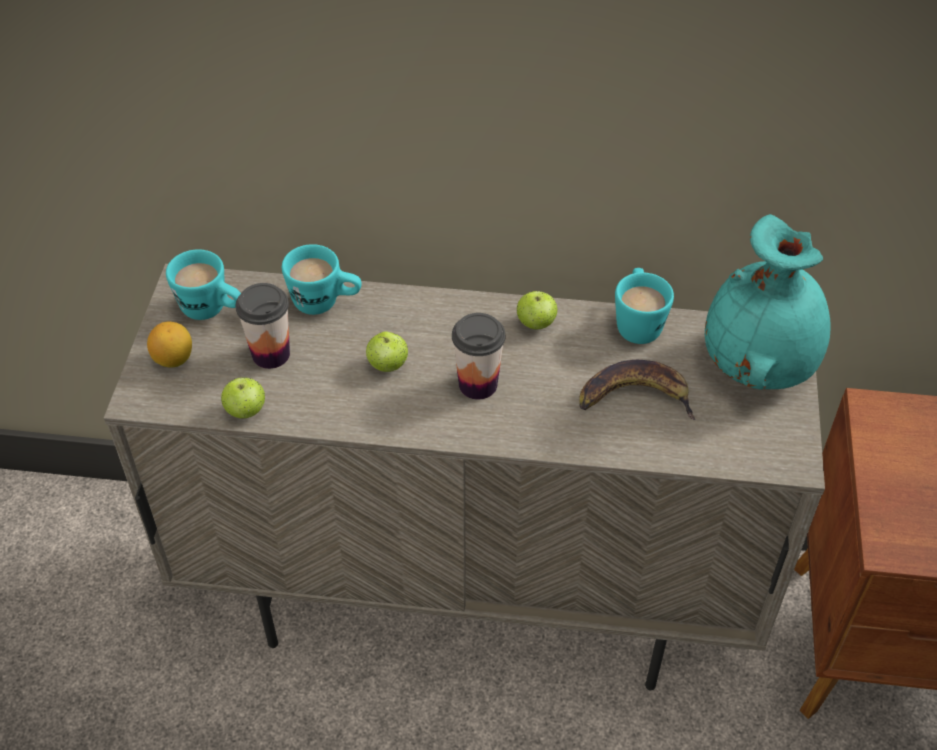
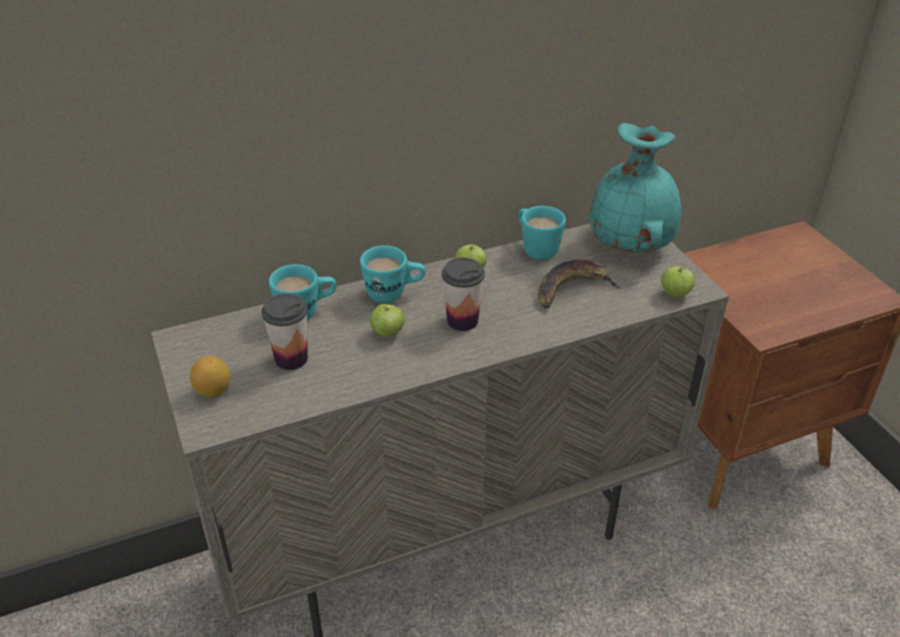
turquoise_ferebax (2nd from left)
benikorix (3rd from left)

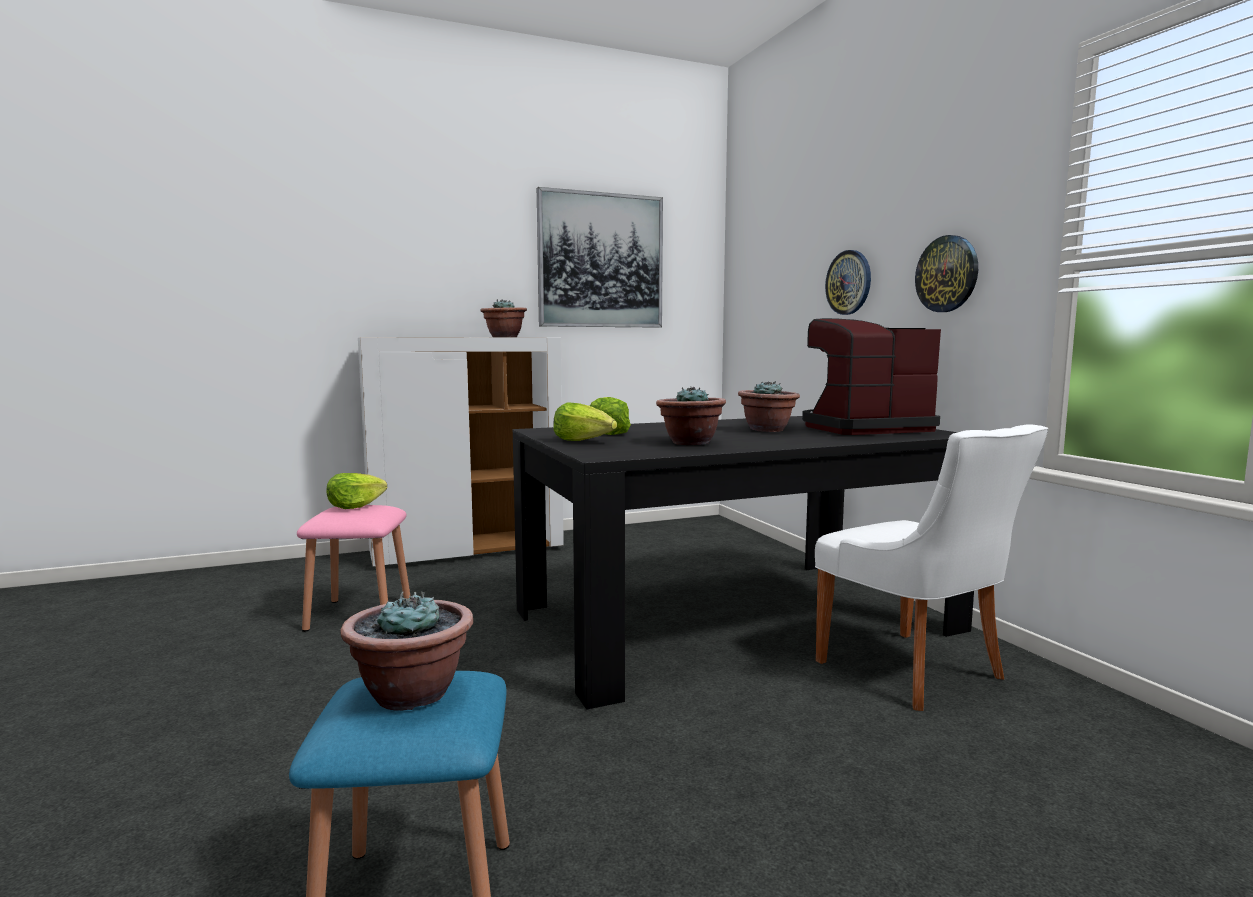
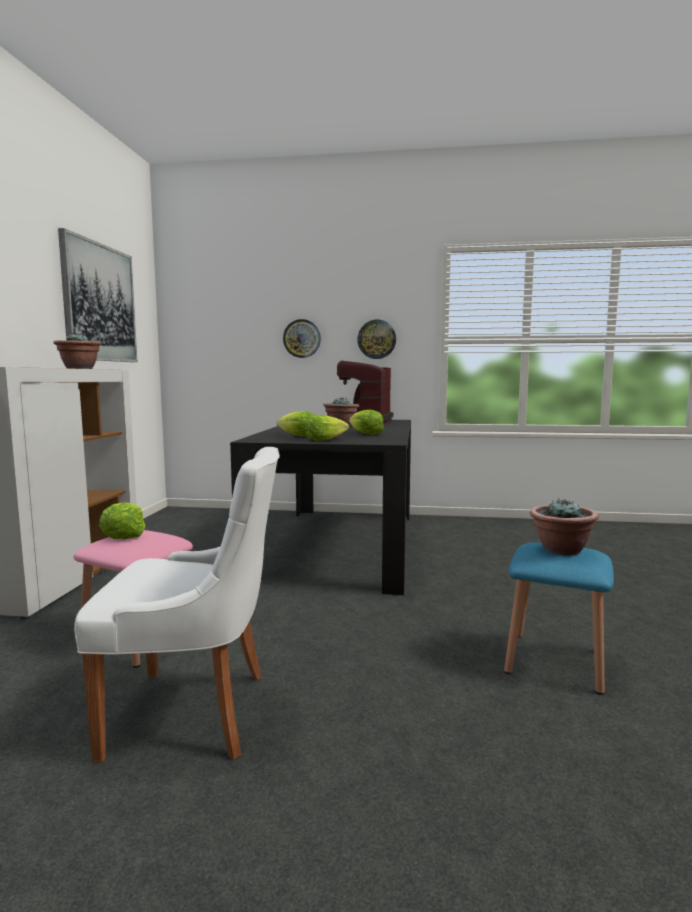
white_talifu
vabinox (4th from left)

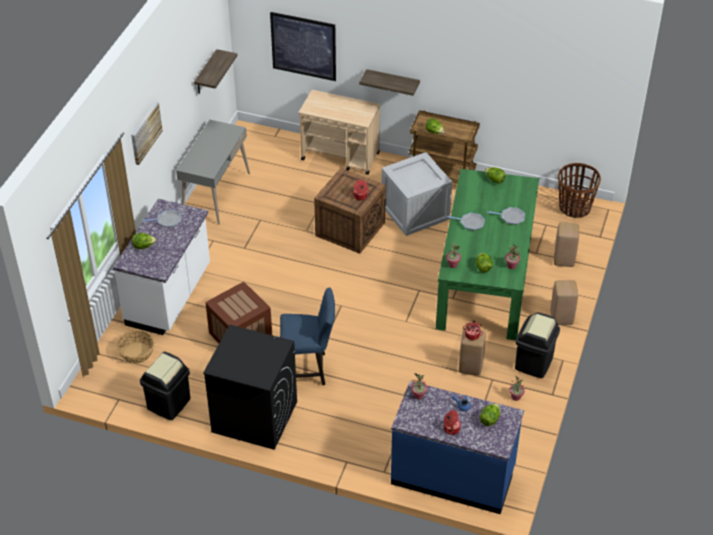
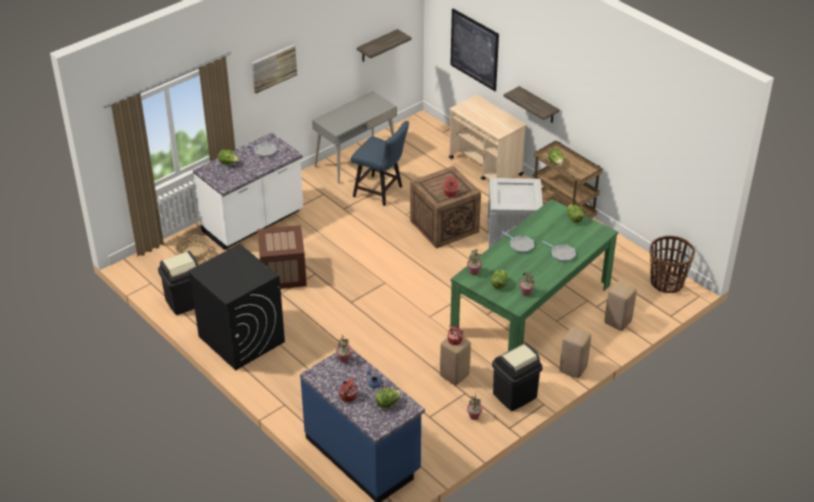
blue_talifu

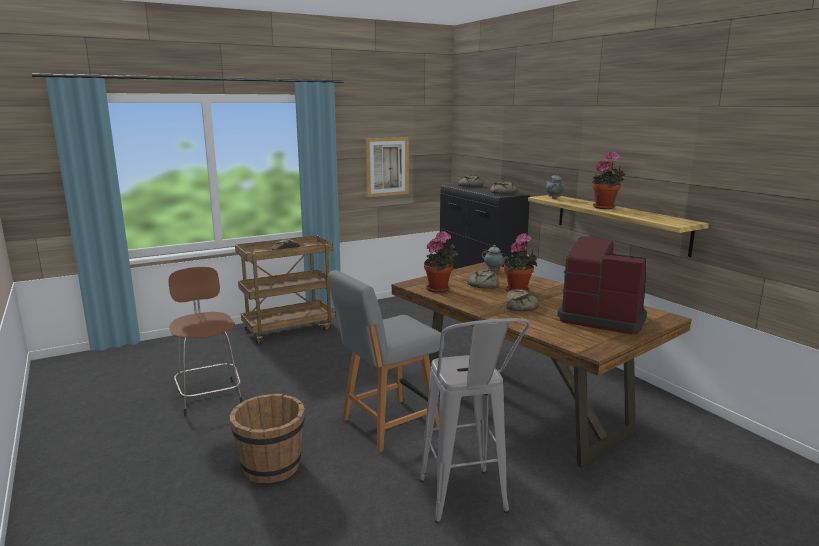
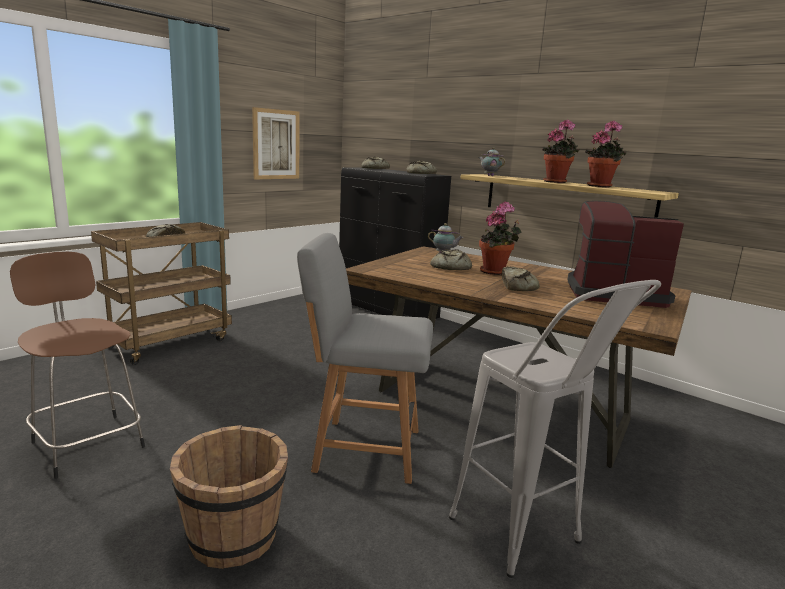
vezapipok (3rd from left)
grey_talifu

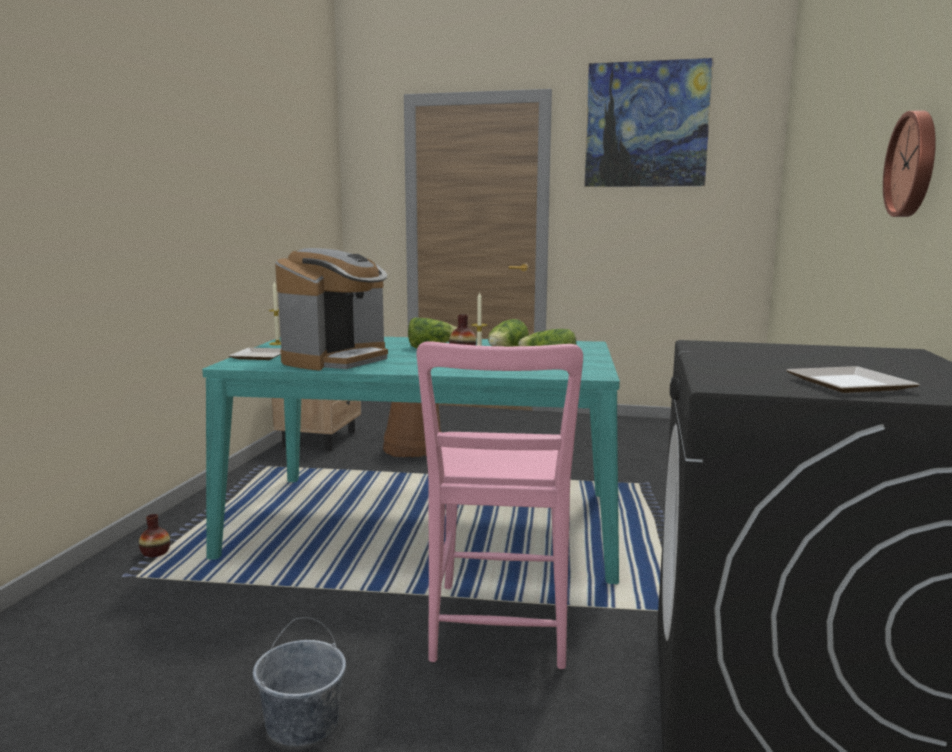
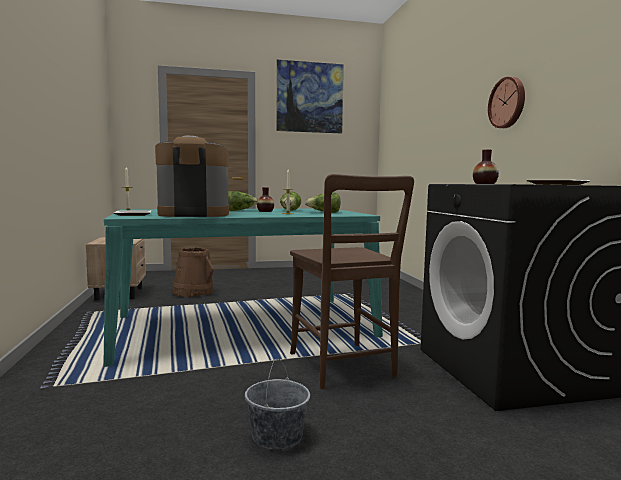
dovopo (2nd from left)
brown_talifu
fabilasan

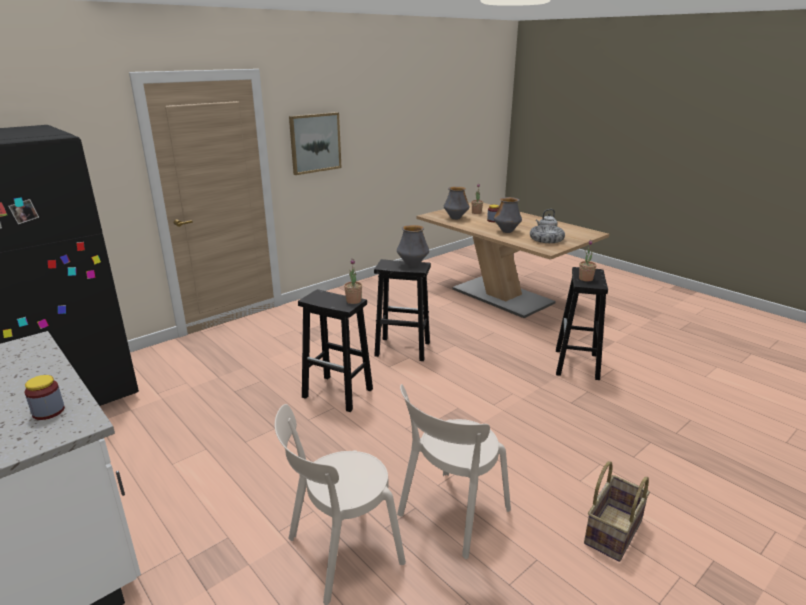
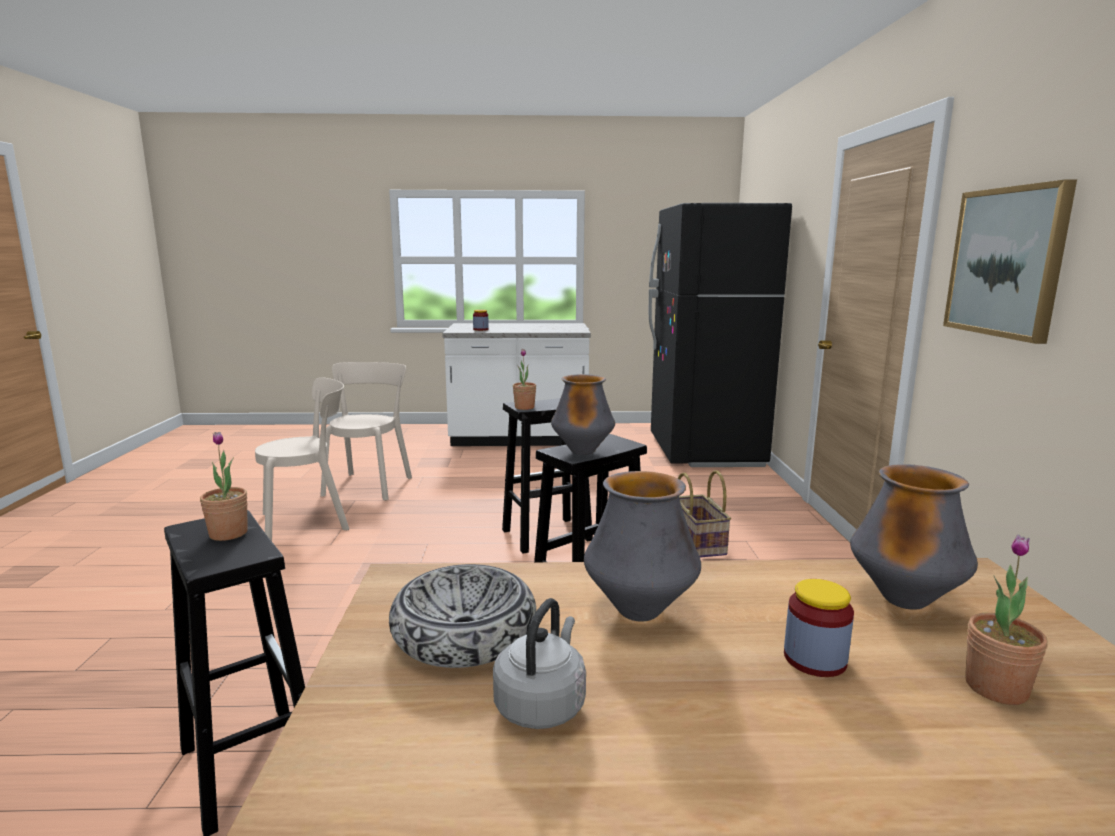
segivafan
beige_talifu (1st from left)

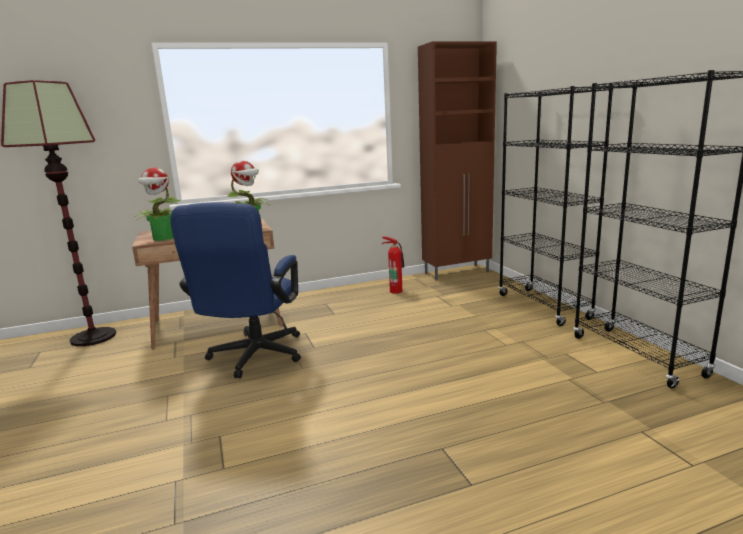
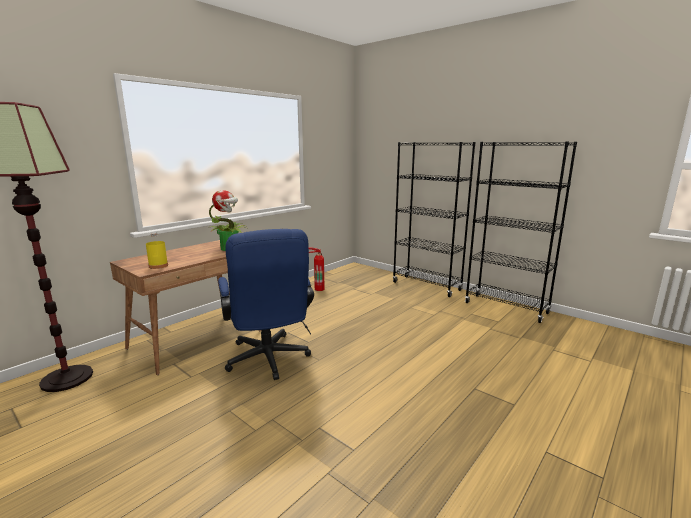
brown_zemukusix
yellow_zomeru

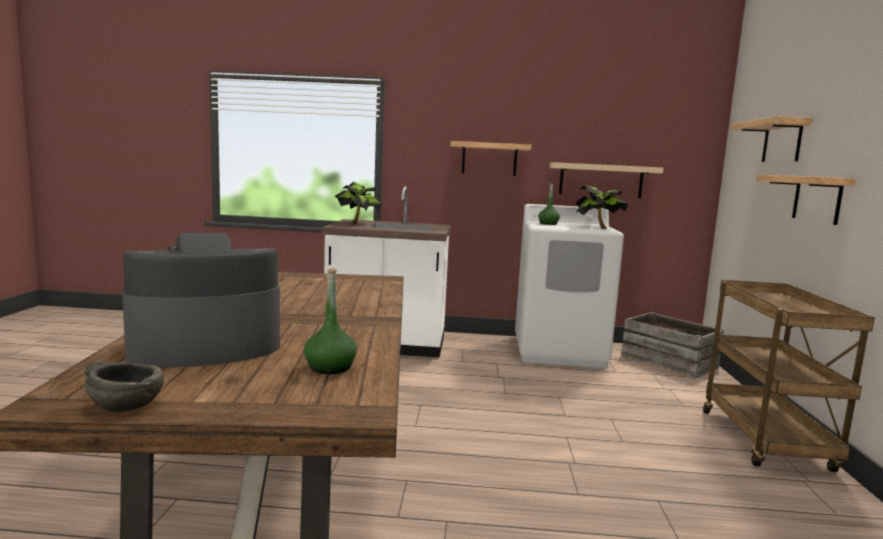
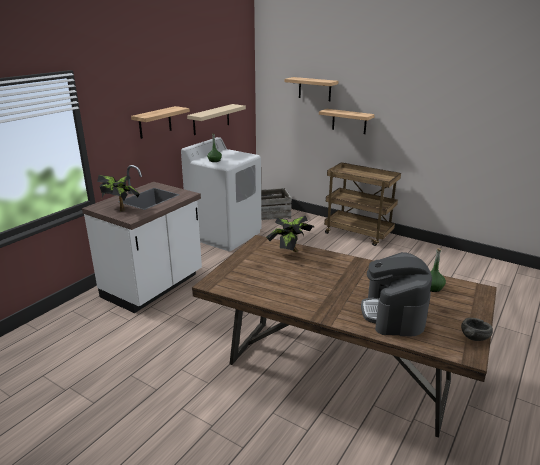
vezapipok (2nd from left)

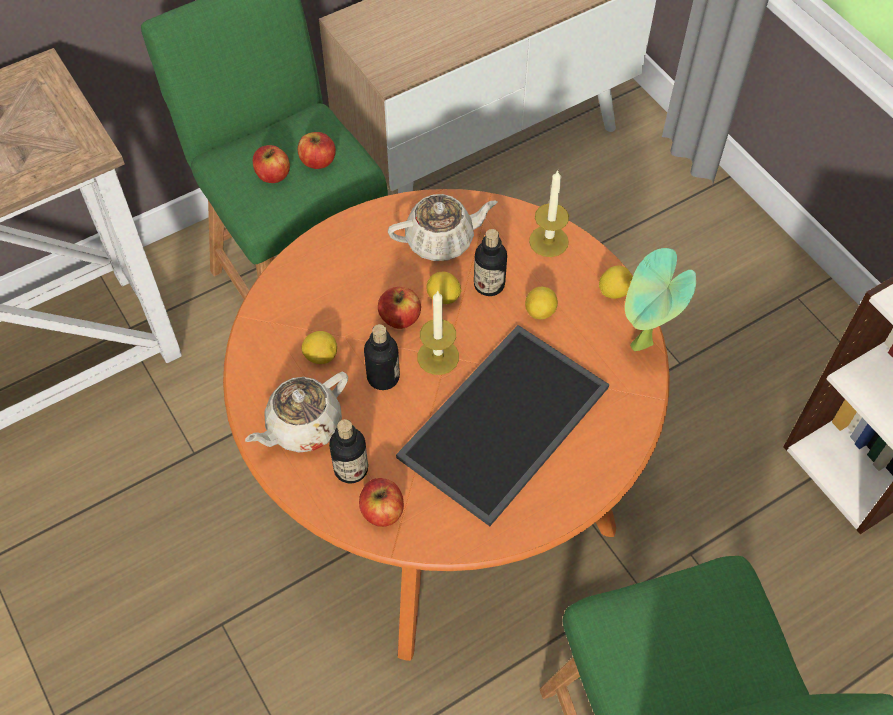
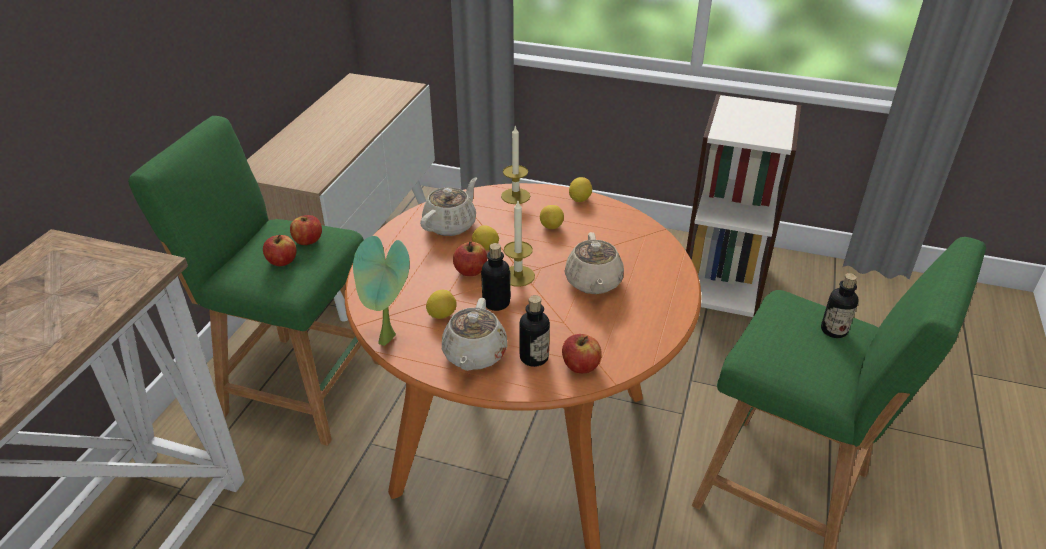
zomeru (3rd from left)
vezapipok
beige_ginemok (3rd from left)

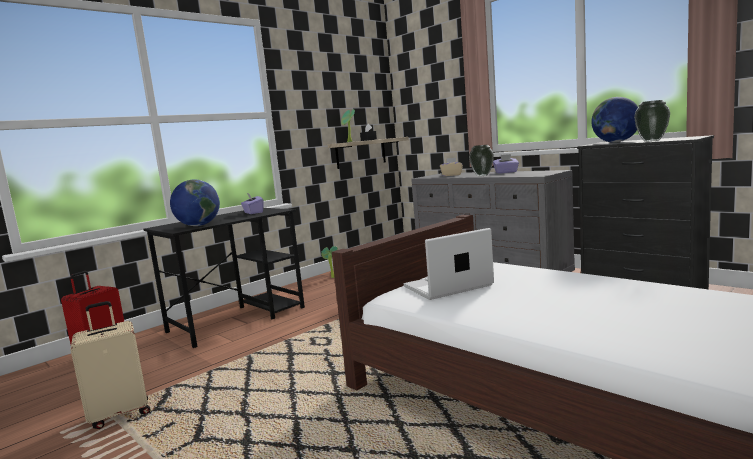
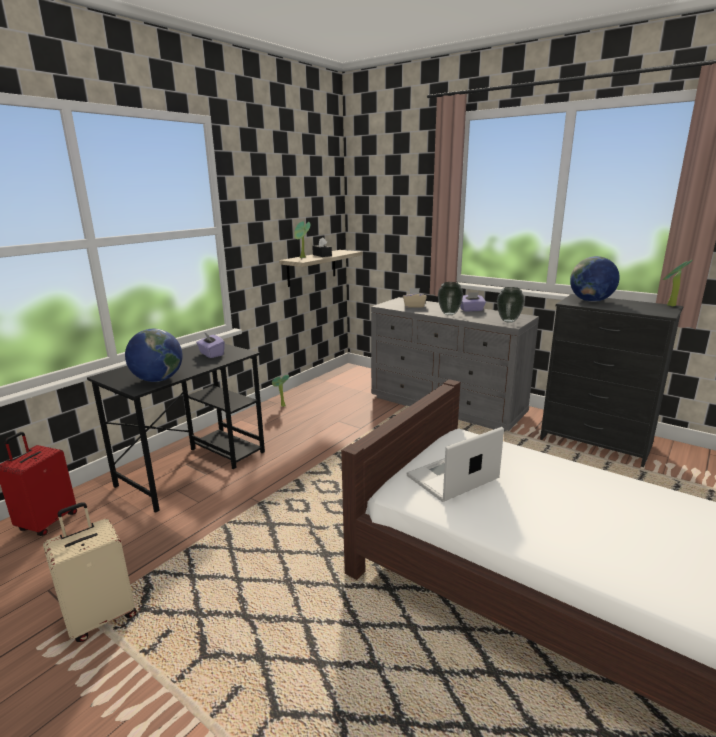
vezapipok (3rd from left)
dovopo (2nd from left)

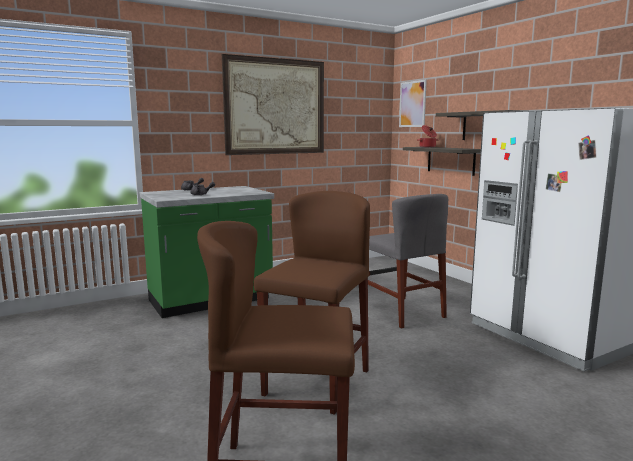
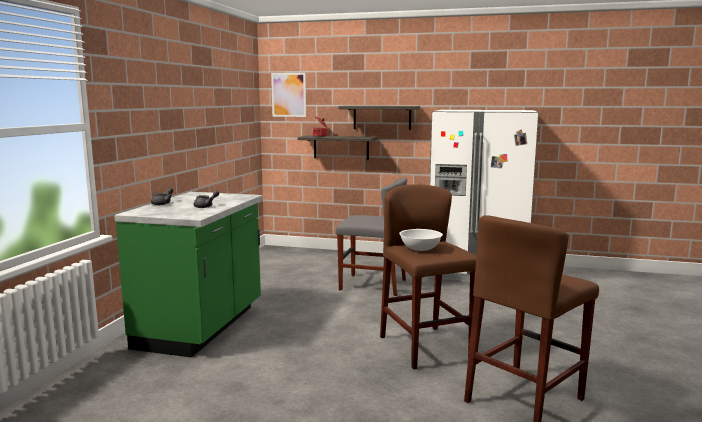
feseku (1st from left in the first image)
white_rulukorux

